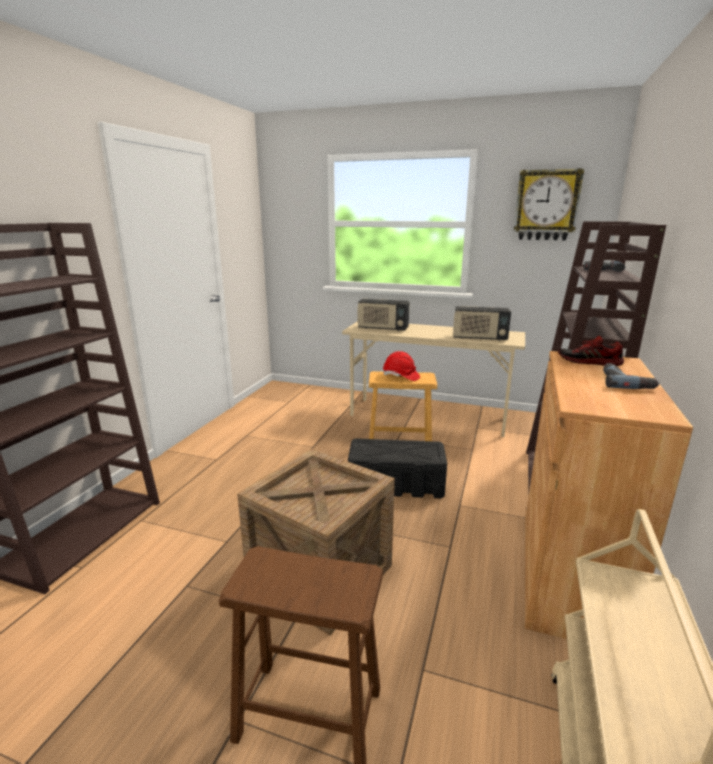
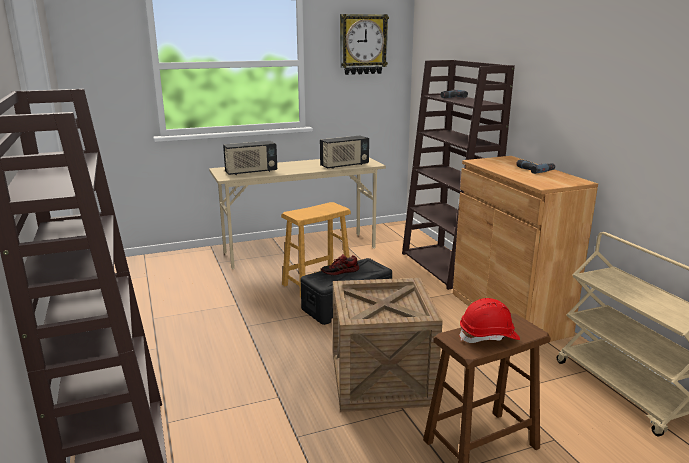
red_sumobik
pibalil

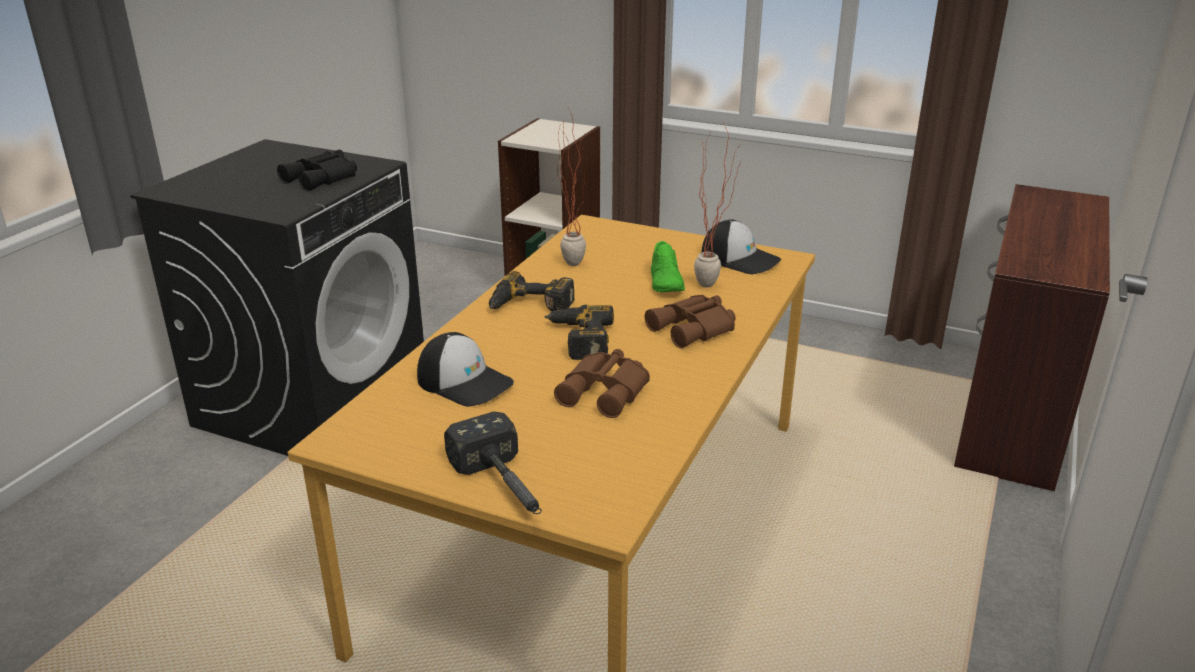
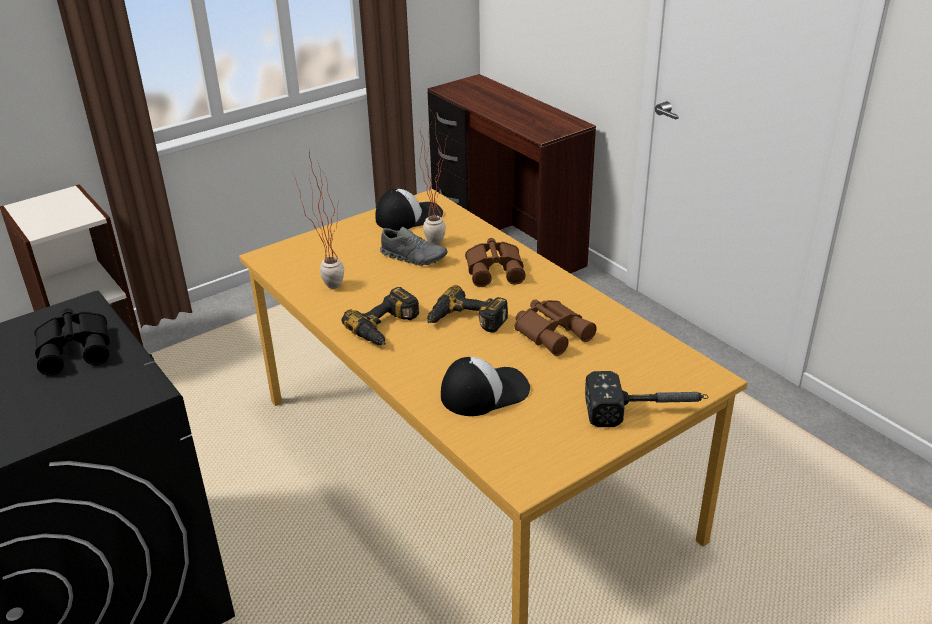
grey_pibalil

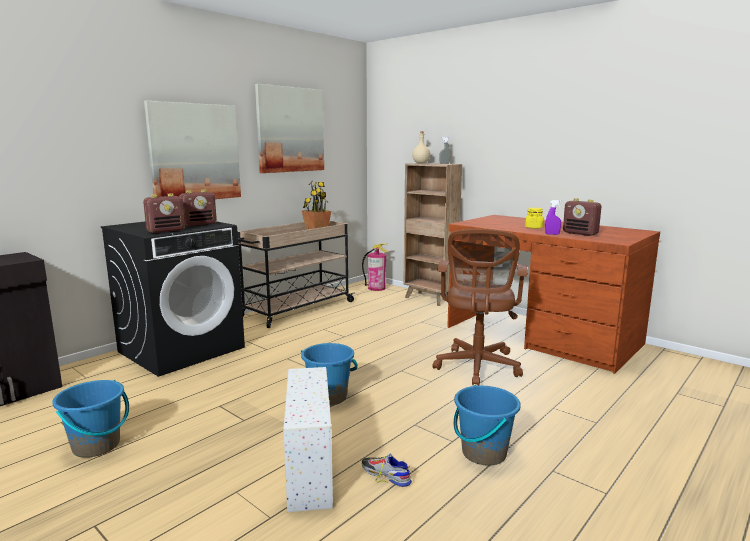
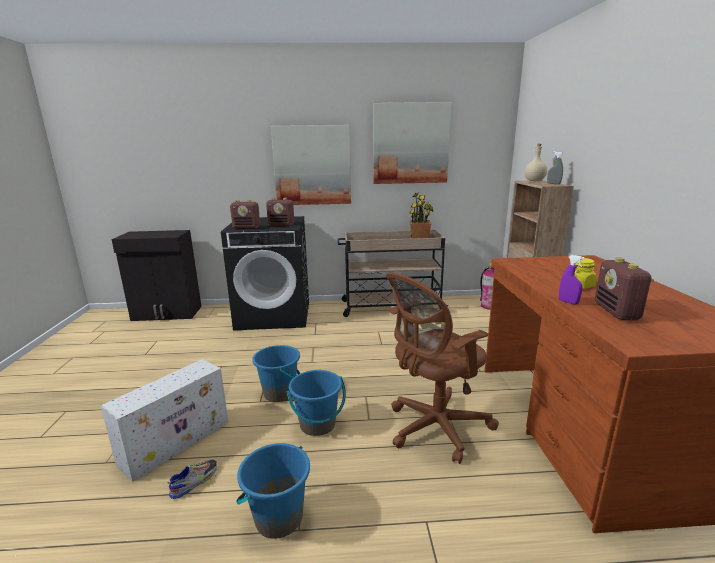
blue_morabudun (3rd from left)
pibalil

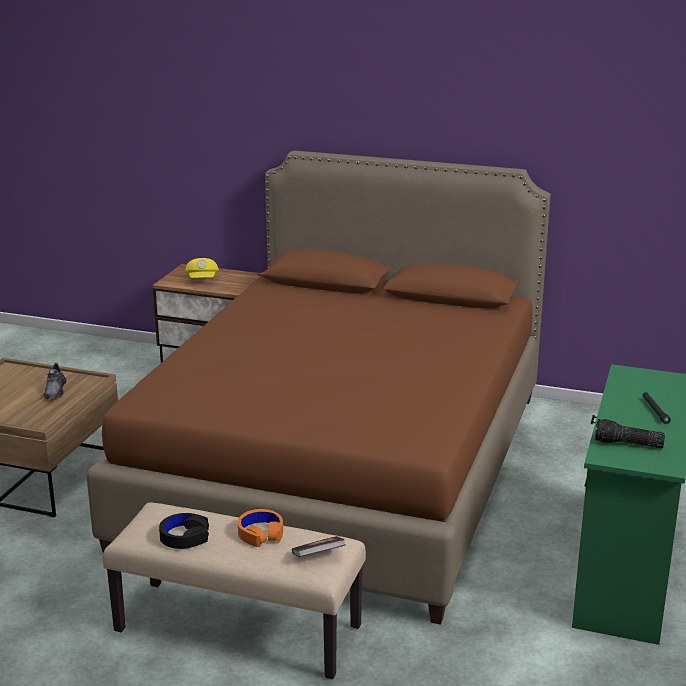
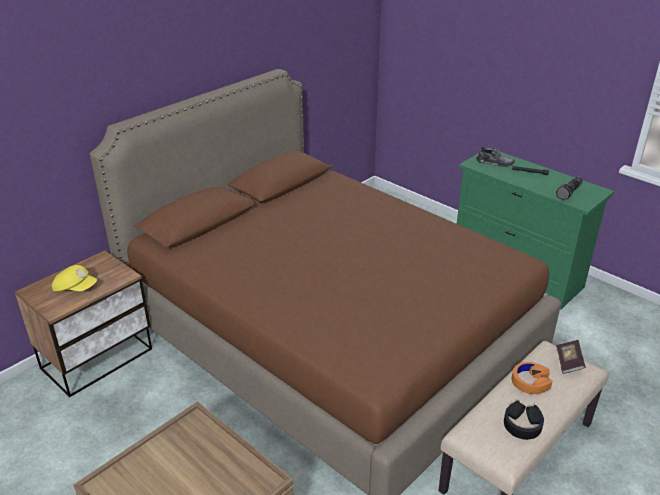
grey_pibalil

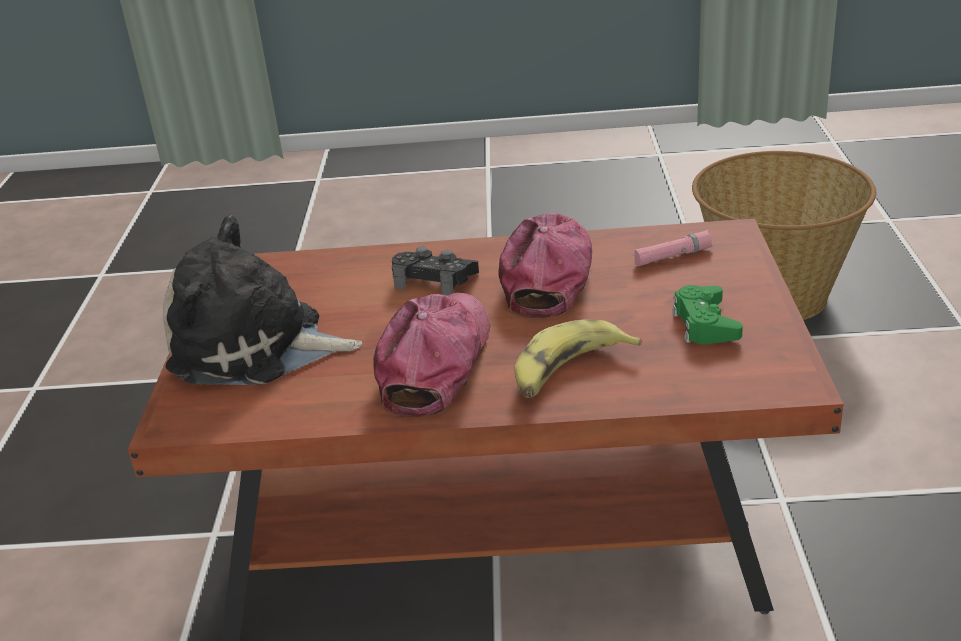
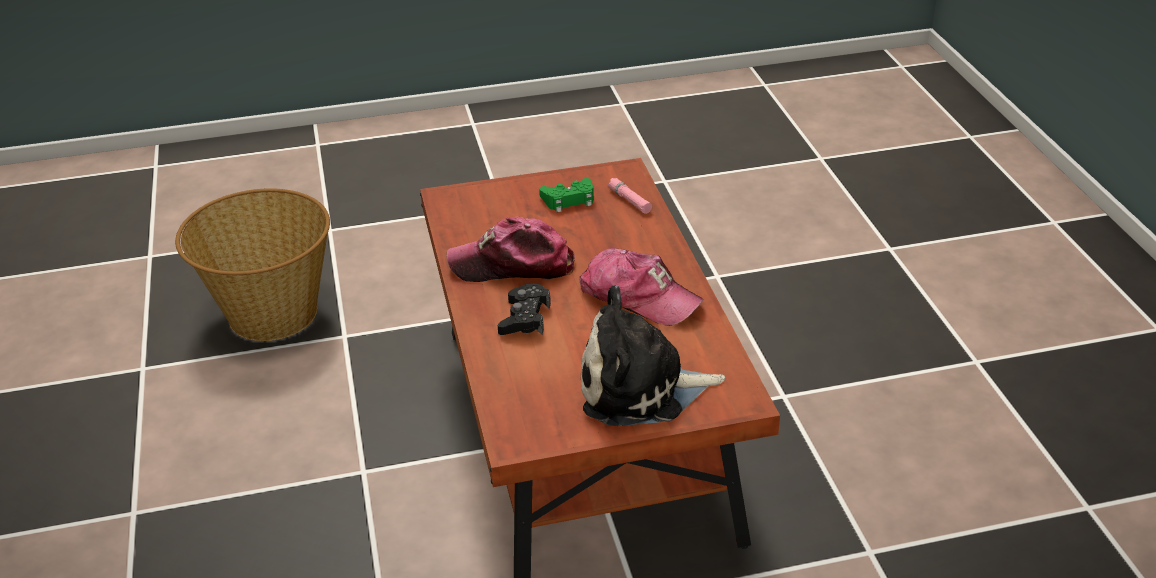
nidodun
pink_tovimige
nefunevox
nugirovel (2nd from left)

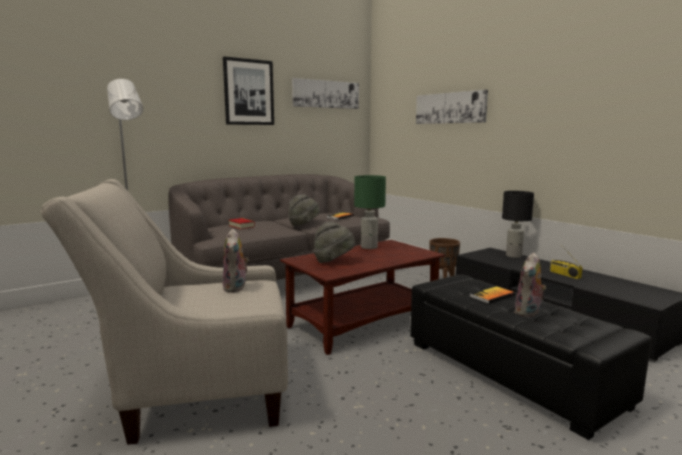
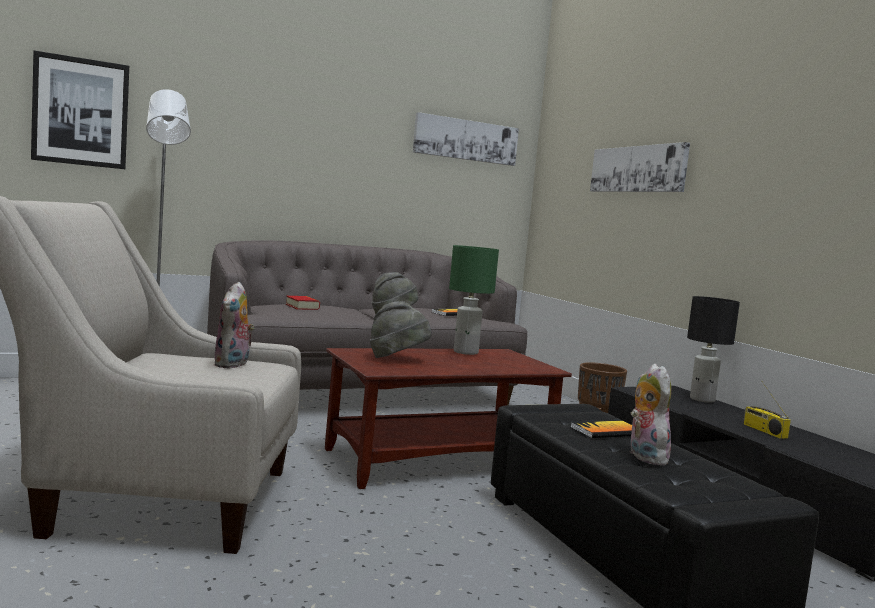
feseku (1st from left)
nefunevox (2nd from left)

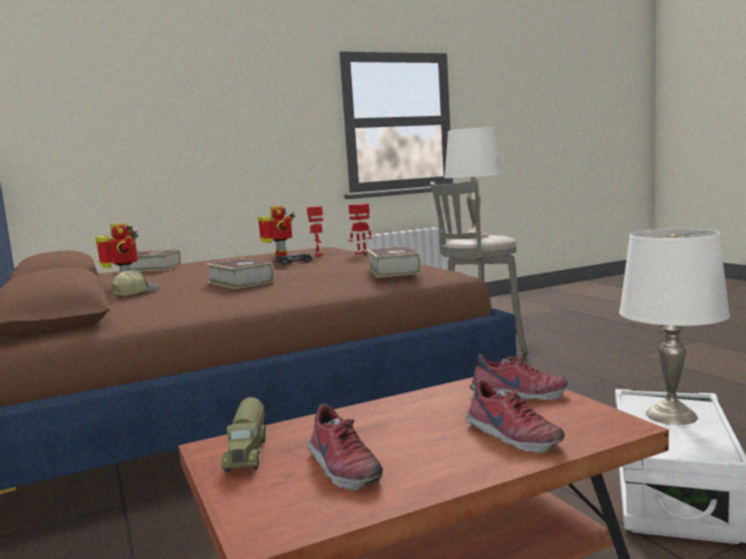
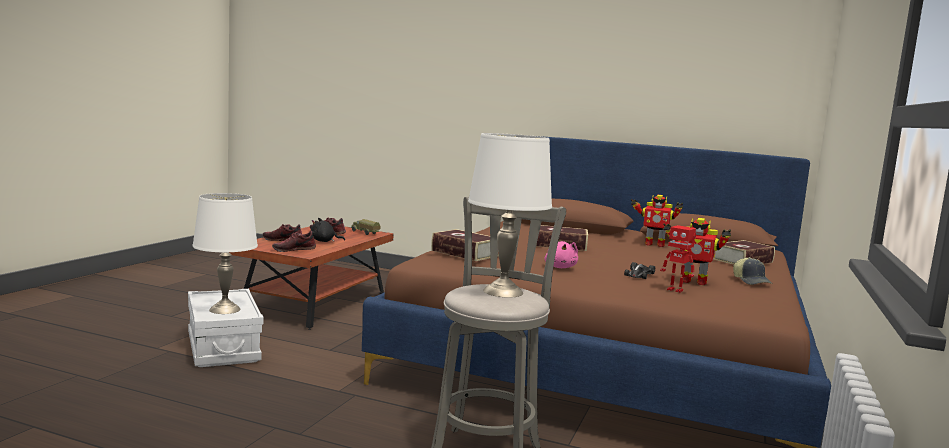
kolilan (4th from left in the first image)
black_nefunevox
pink_nefunevox
nugirovel

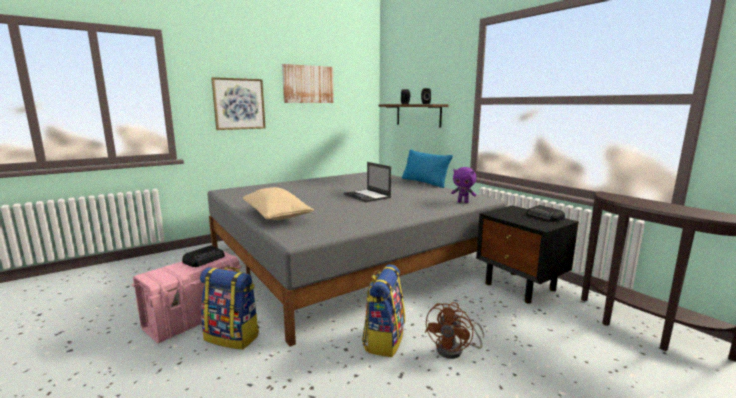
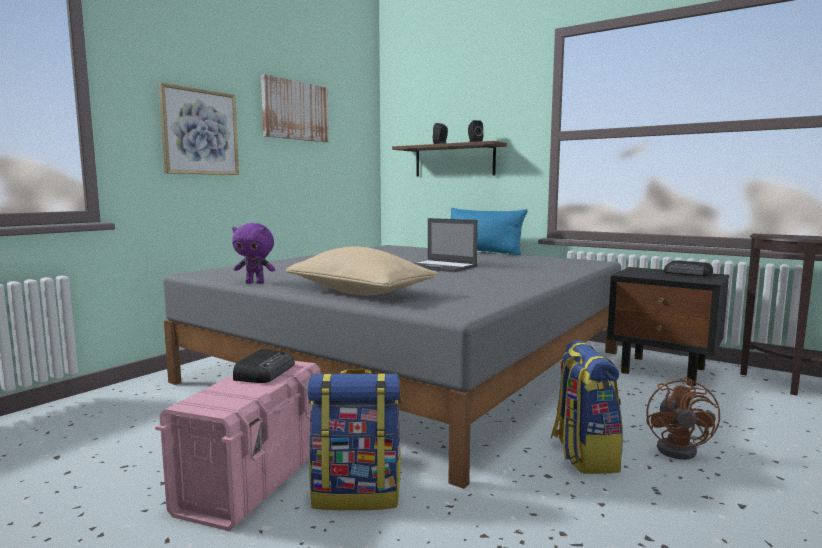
purple_nefunevox

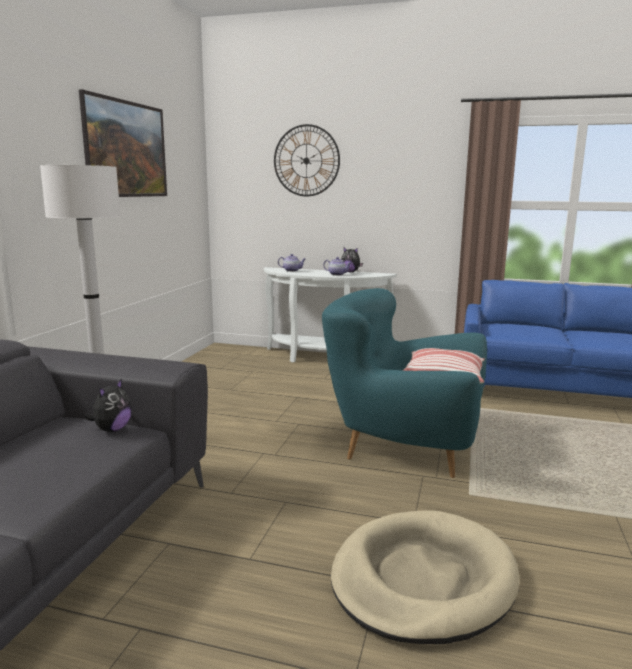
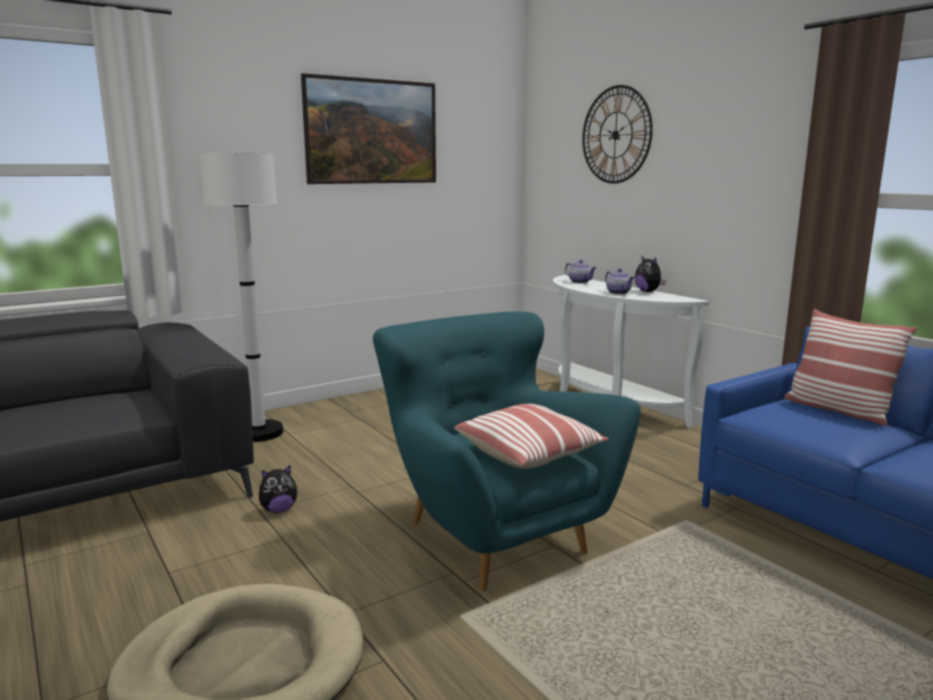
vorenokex (2nd from left)
nefunevox (1st from left)

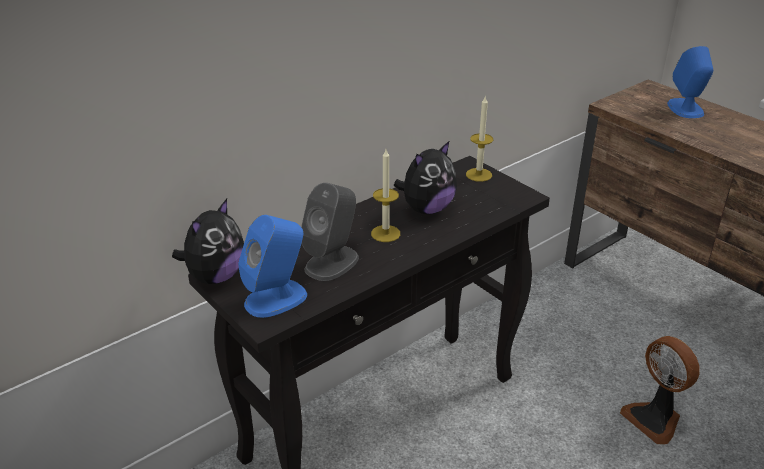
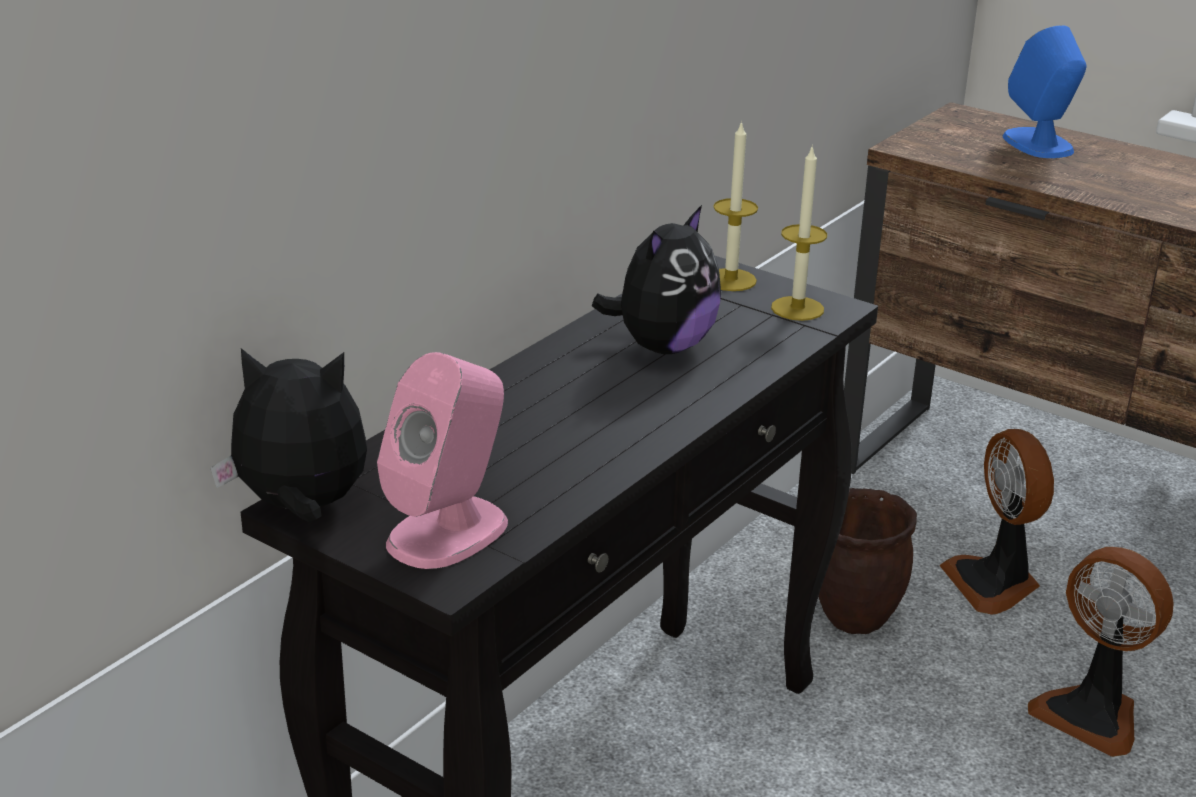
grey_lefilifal
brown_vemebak
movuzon (1st from left)
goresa (2nd from left)
pink_lefilifal
nefunevox (1st from left)

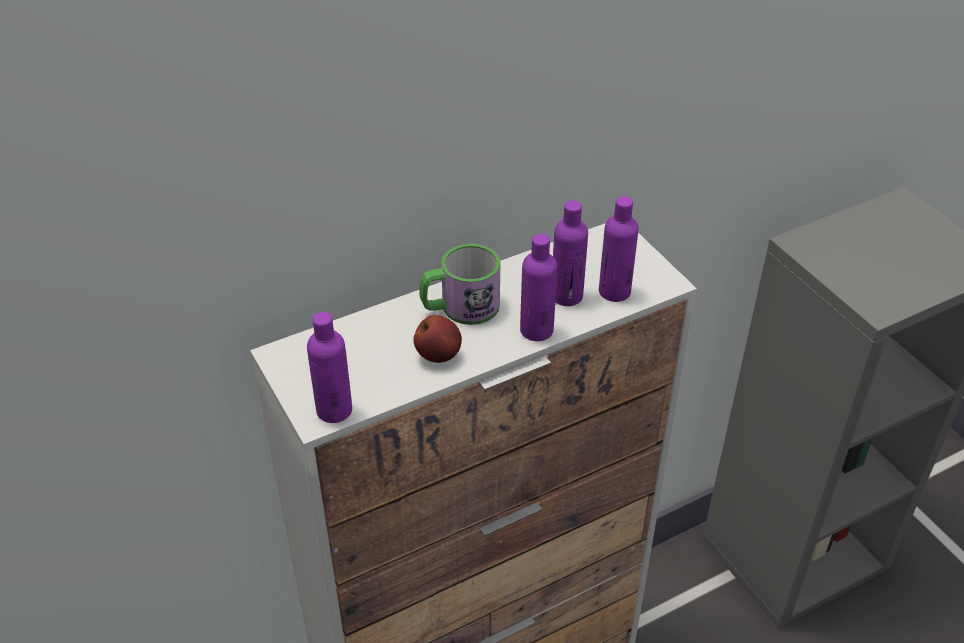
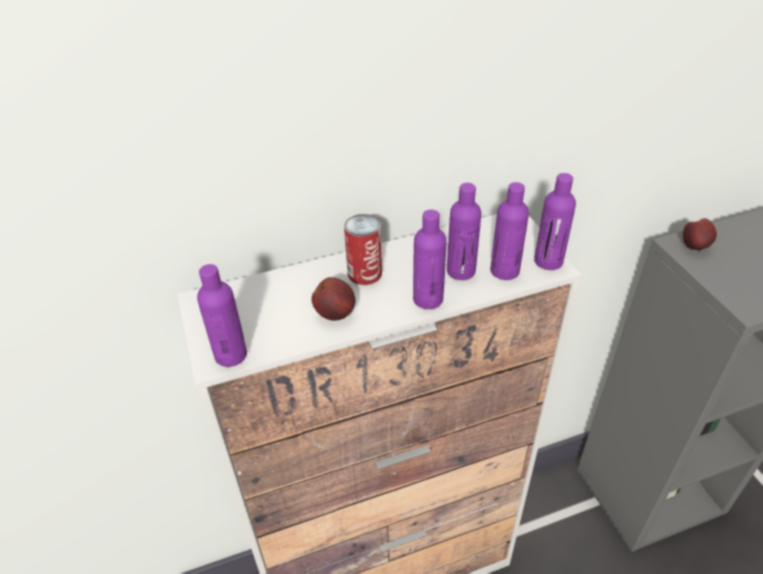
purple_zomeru (5th from left)
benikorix (2nd from left)
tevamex

